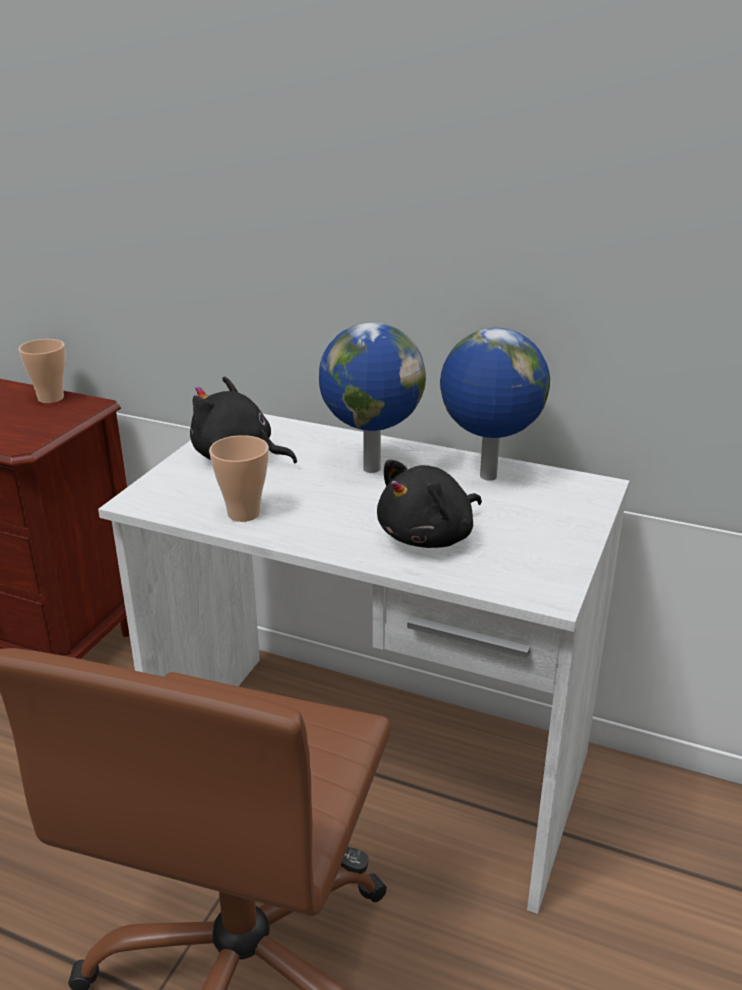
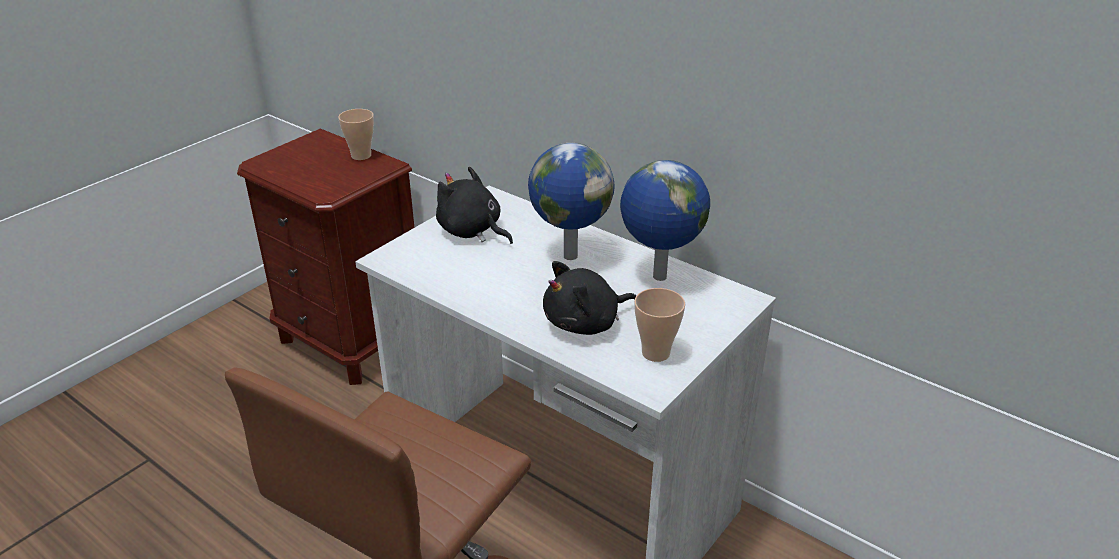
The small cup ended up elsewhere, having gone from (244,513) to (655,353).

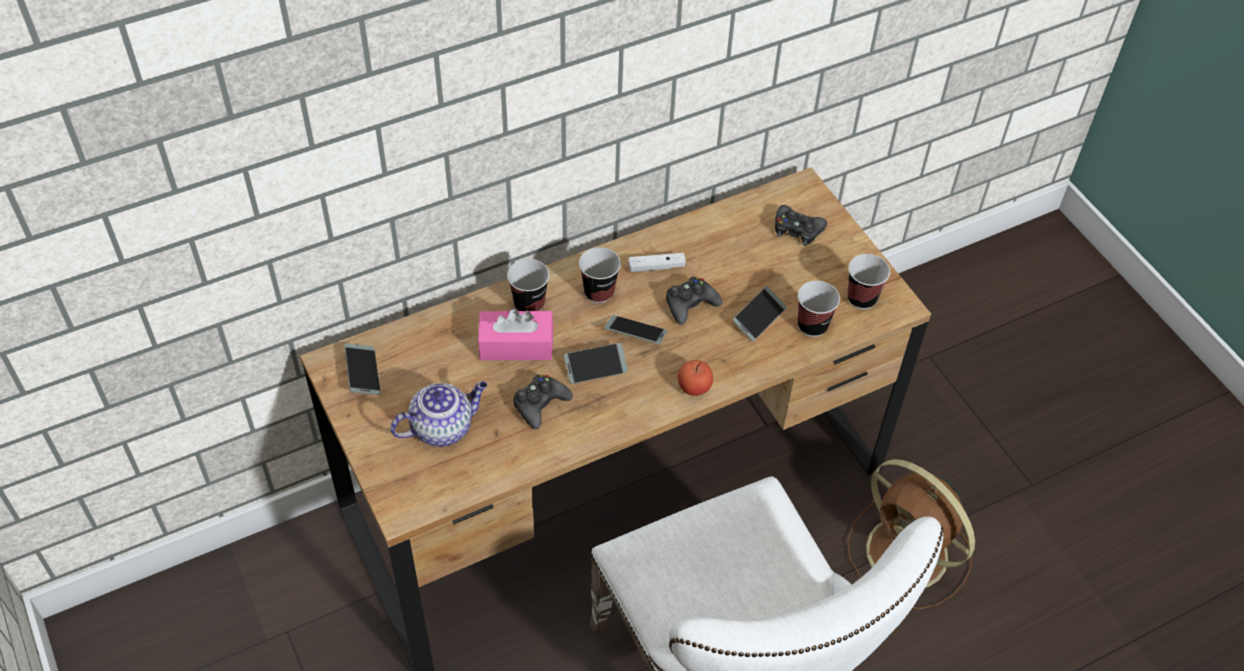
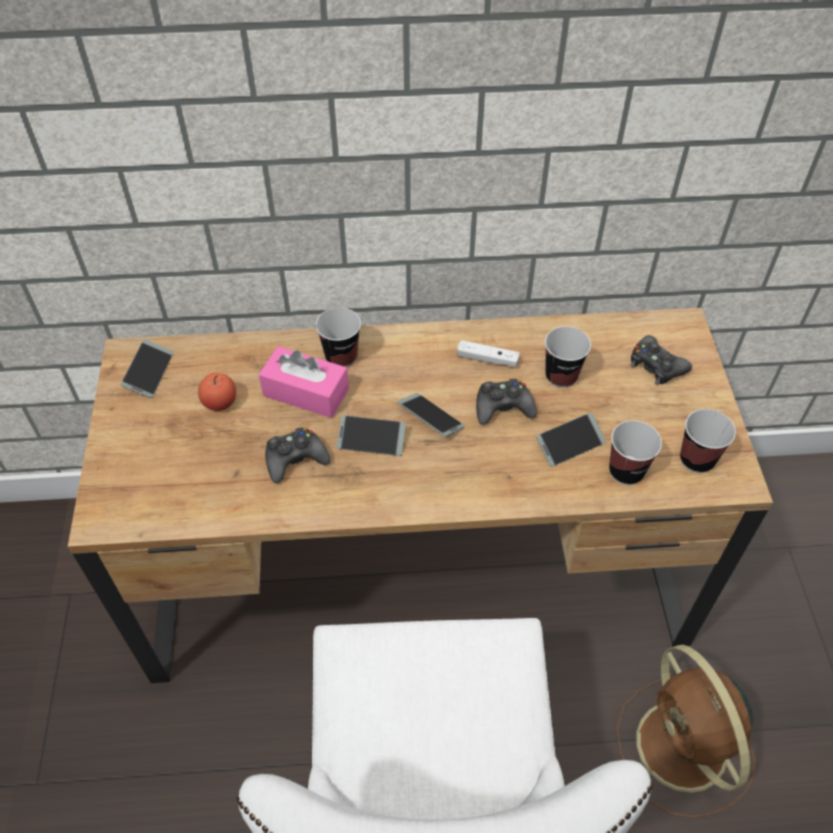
The second view lost the pot for tea at (443,427). The small cup ended up elsewhere, having gone from (599,292) to (561,376). The apple ended up elsewhere, having gone from (694,387) to (220,402).

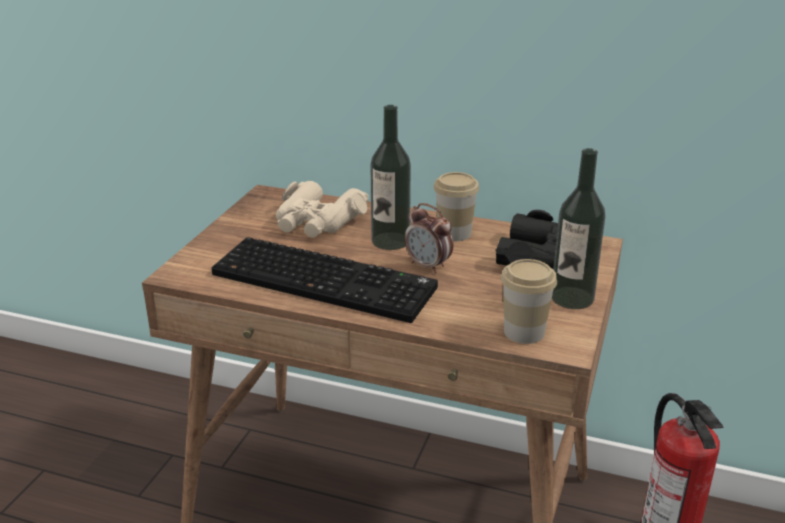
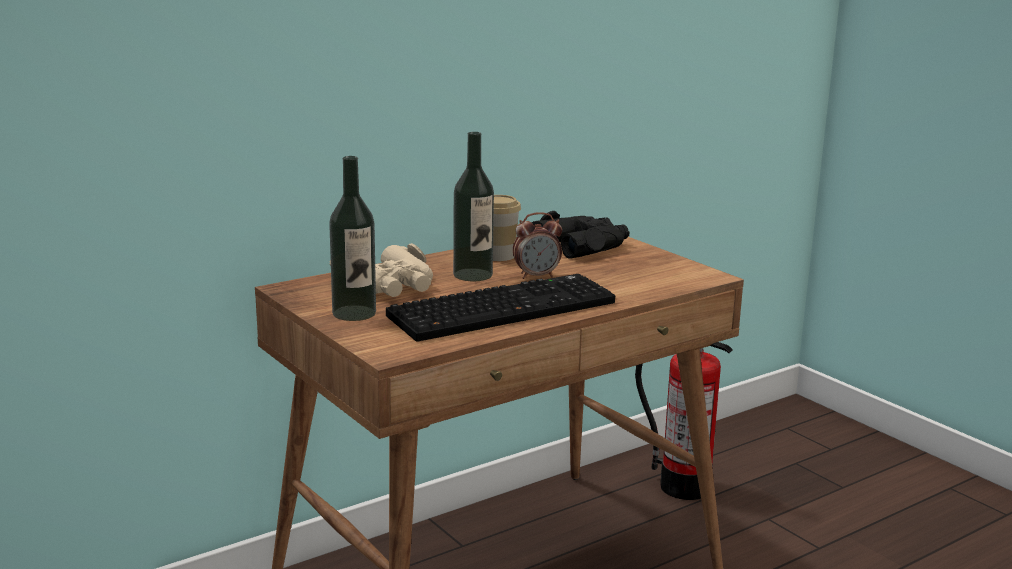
The second view lost the small cup at (524,332). The beverage bottle ended up elsewhere, having gone from (572,298) to (354,313).

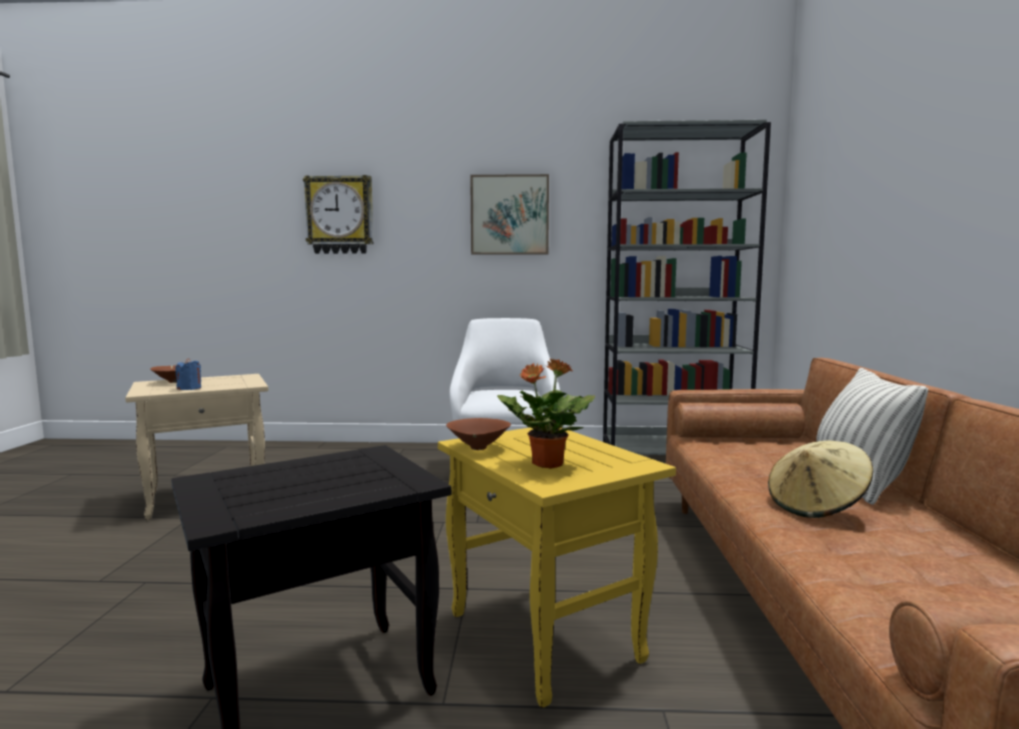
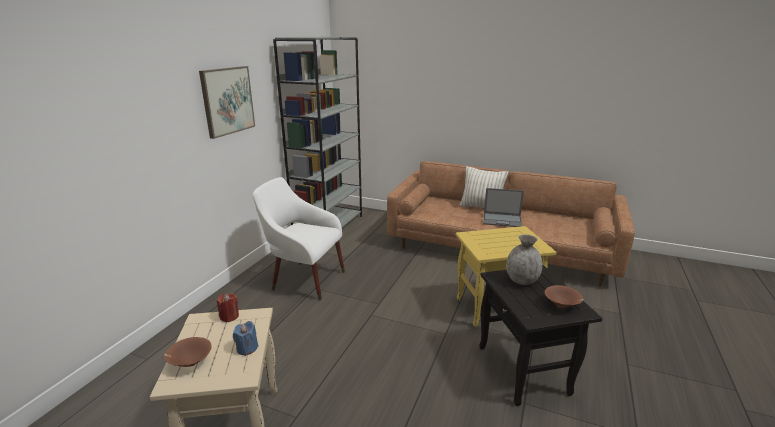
The second view lost the wall clock at (340,215). The second view lost the plant in a pot at (546,464). The second view gained the red-coloured candle at (229,316). The second view gained the gray decorative vase at (521,280). The brown serving bowl ended up elsewhere, having gone from (478,449) to (562,306). Where the sand-coloured clothing hat stood at (816,506), the notebook computer came to stand at (502,220).

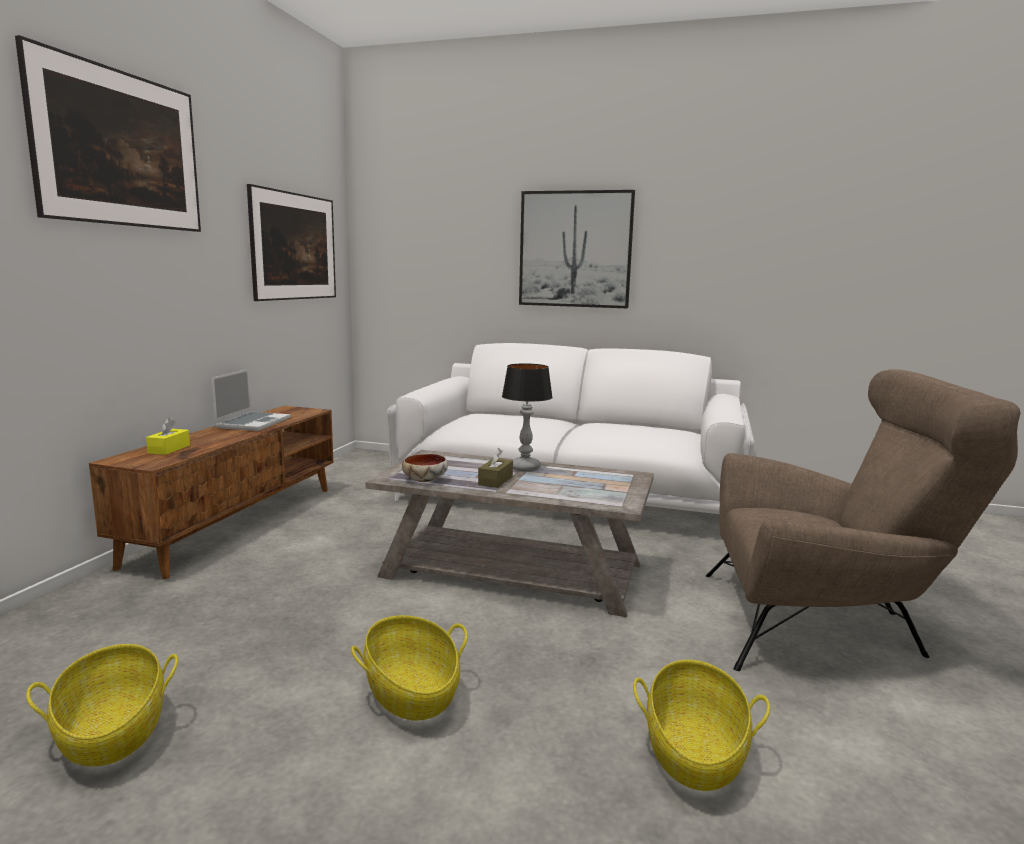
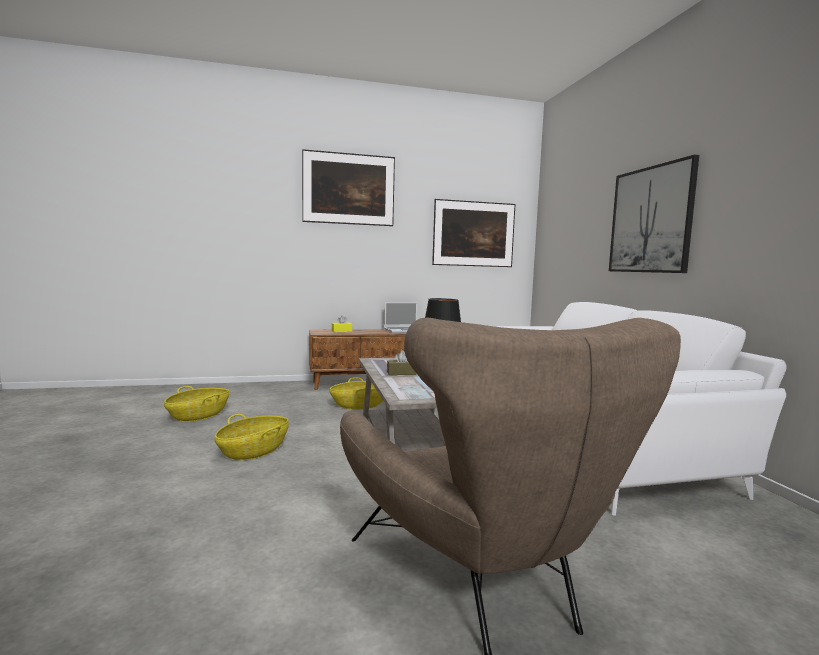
The second view lost the serving bowl at (425,479). The basket ended up elsewhere, having gone from (694,752) to (359,405).

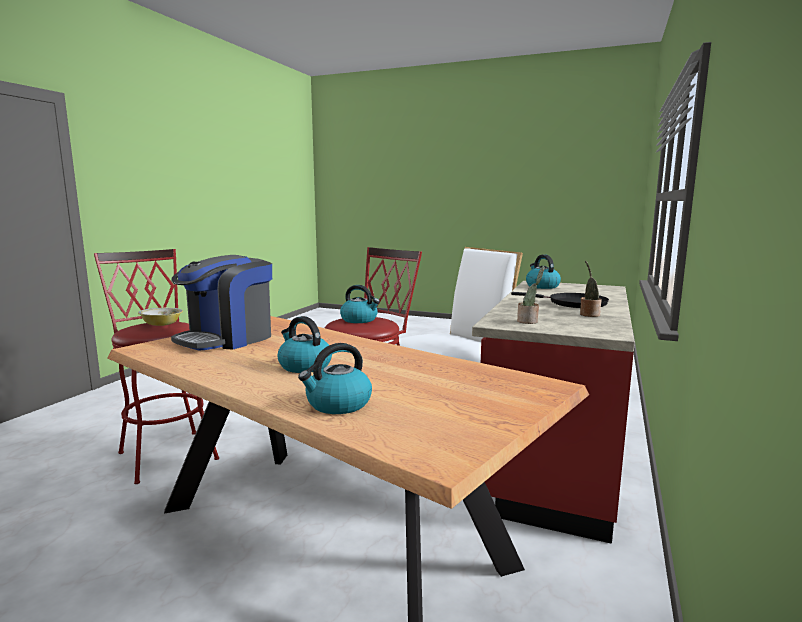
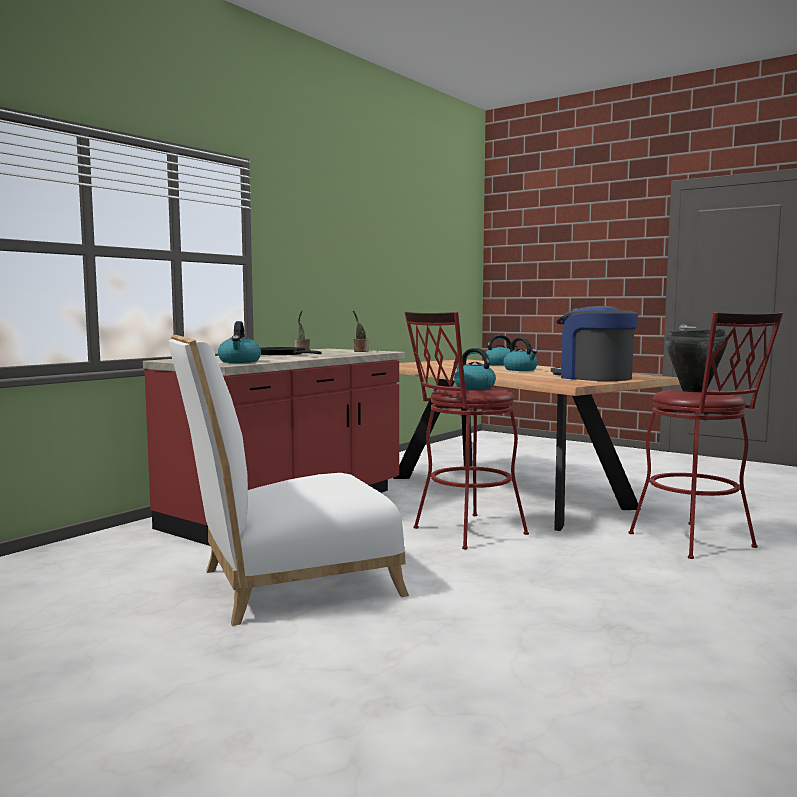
Where the serving bowl stood at (162,324), the black stockpot came to stand at (694,391). The coffee machine at (227,339) ended up facing another way, 90 degrees counterclockwise from before.

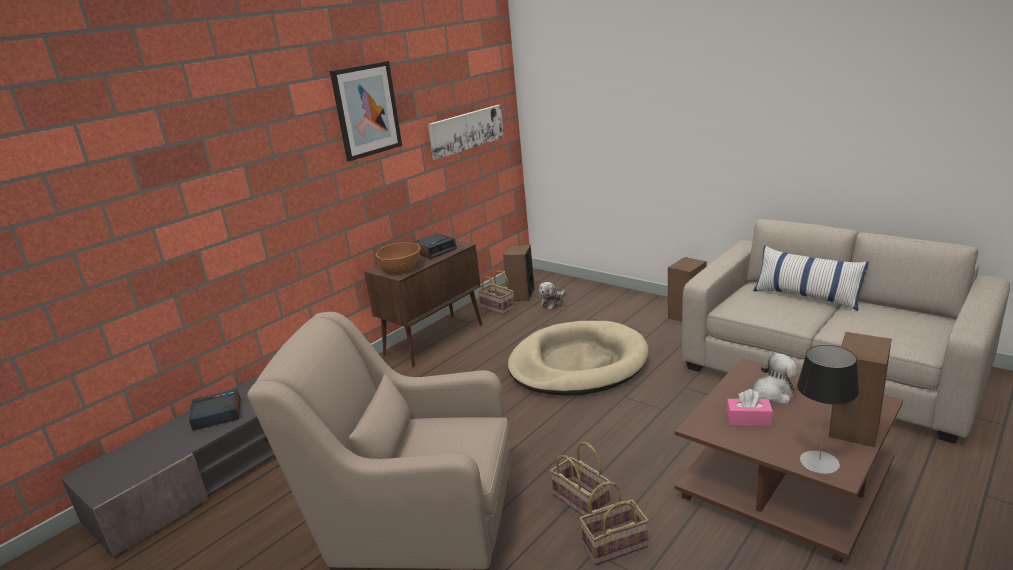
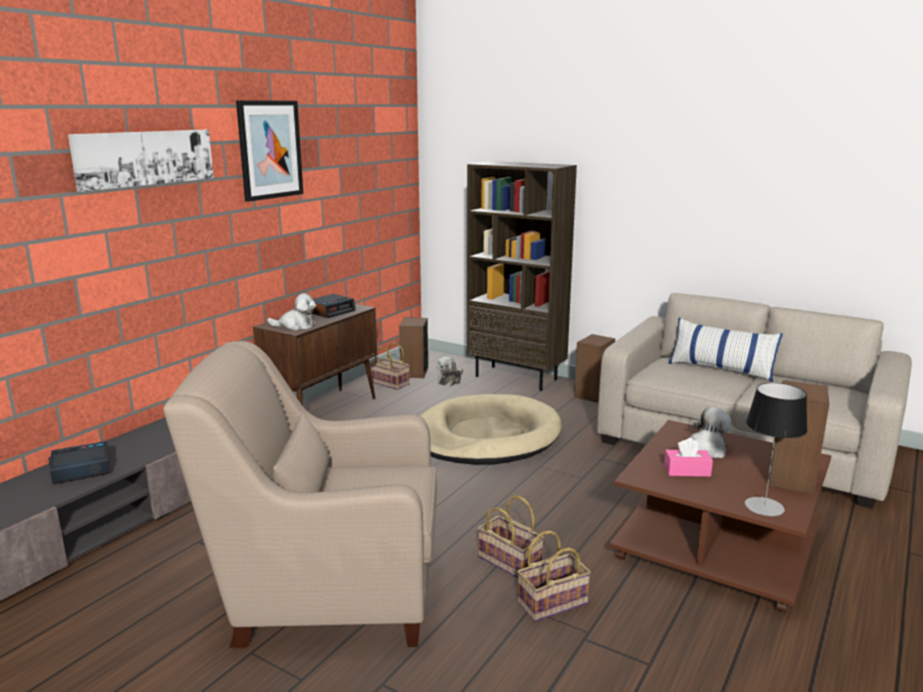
The second view gained the brown bookcase at (517,378). The picture ended up elsewhere, having gone from (466,130) to (145,158). Where the brown serving bowl stood at (401,269), the soft toy came to stand at (296,326).

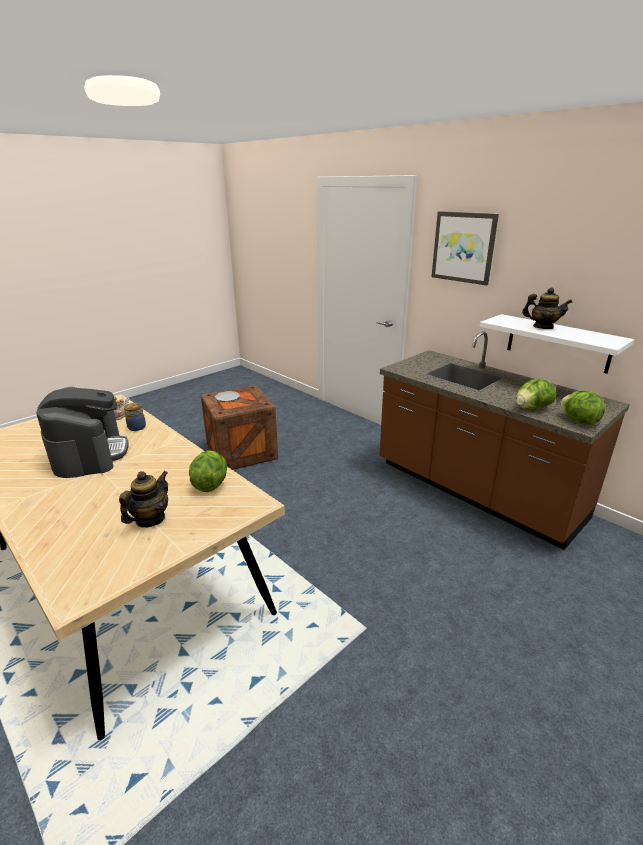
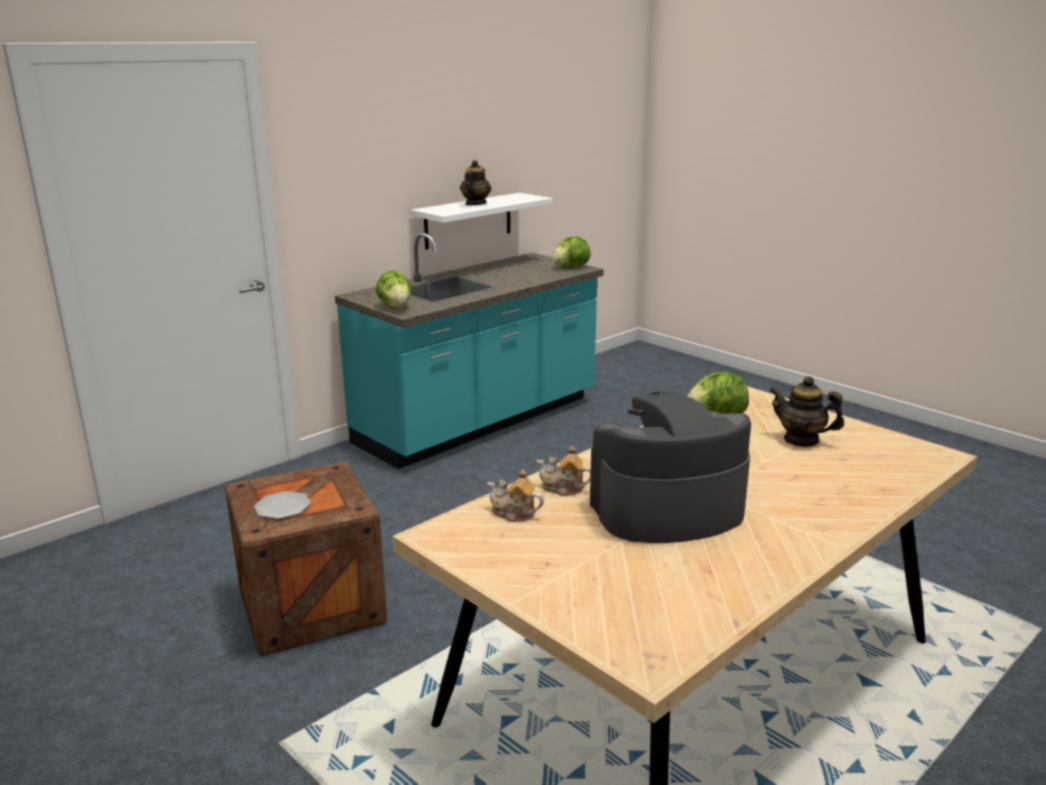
The second view lost the picture at (463,247). The lettuce head ended up elsewhere, having gone from (531,408) to (395,307). Where the storage jar stood at (136,427), the pot for tea came to stand at (563,488). What was the brown counter at (475,491) turned into the blue-green counter at (479,421).

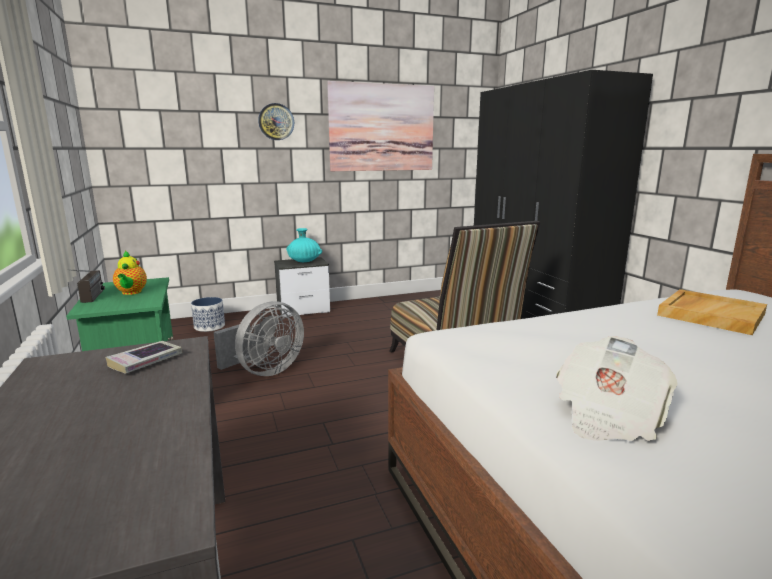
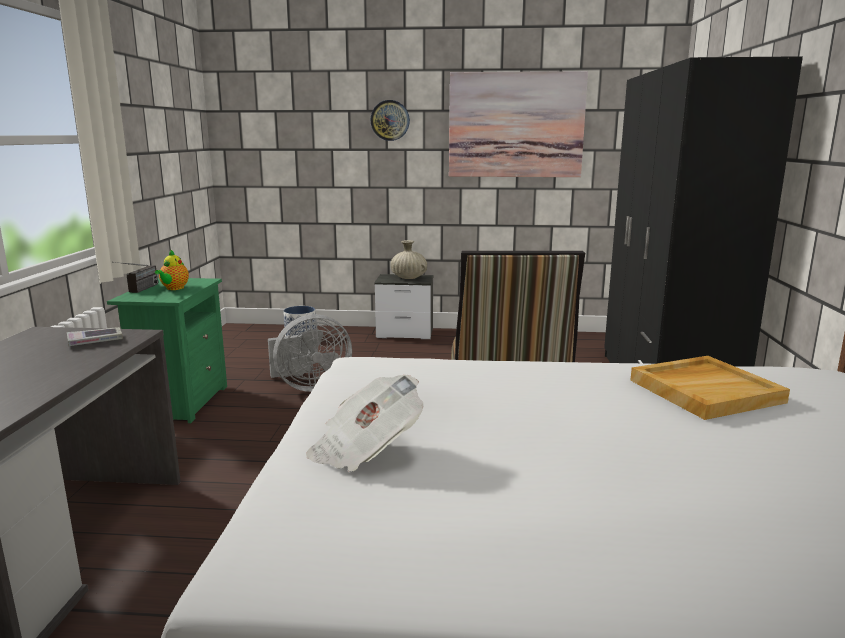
What was the blue-green decorative vase at (304,261) turned into the sand-coloured decorative vase at (408,278).

